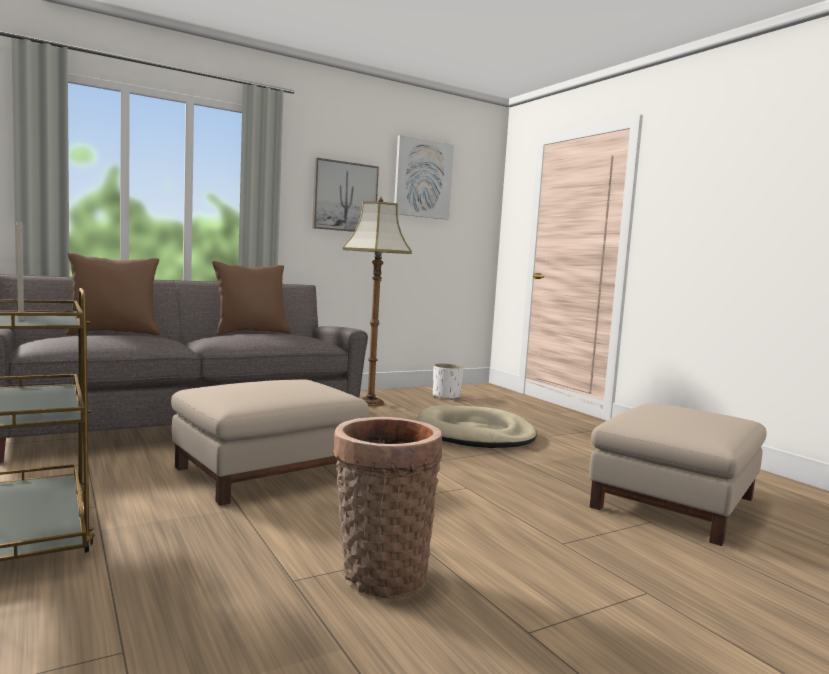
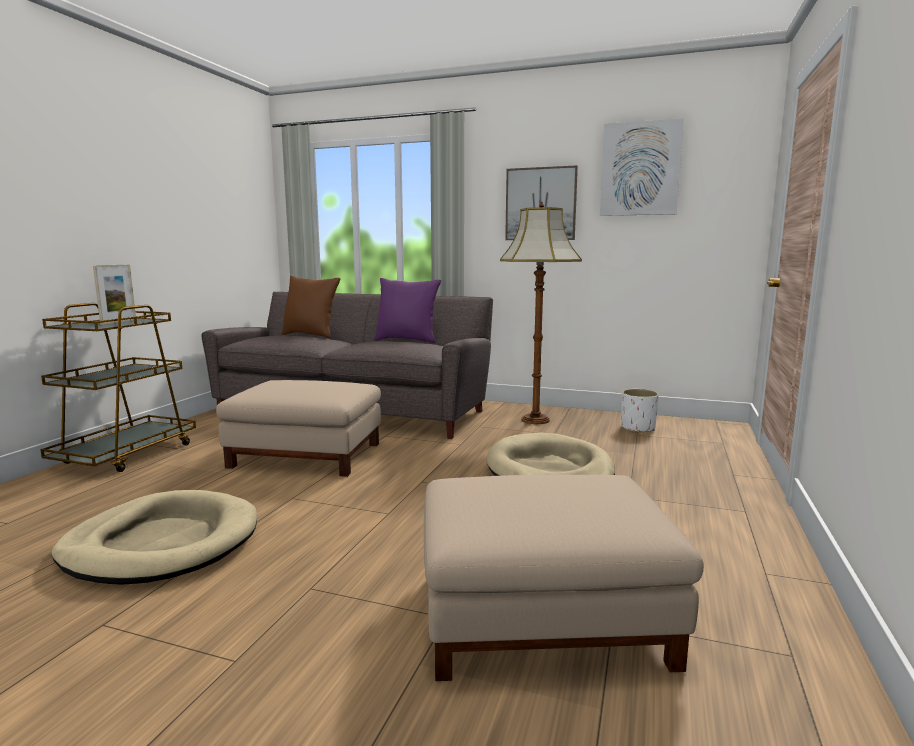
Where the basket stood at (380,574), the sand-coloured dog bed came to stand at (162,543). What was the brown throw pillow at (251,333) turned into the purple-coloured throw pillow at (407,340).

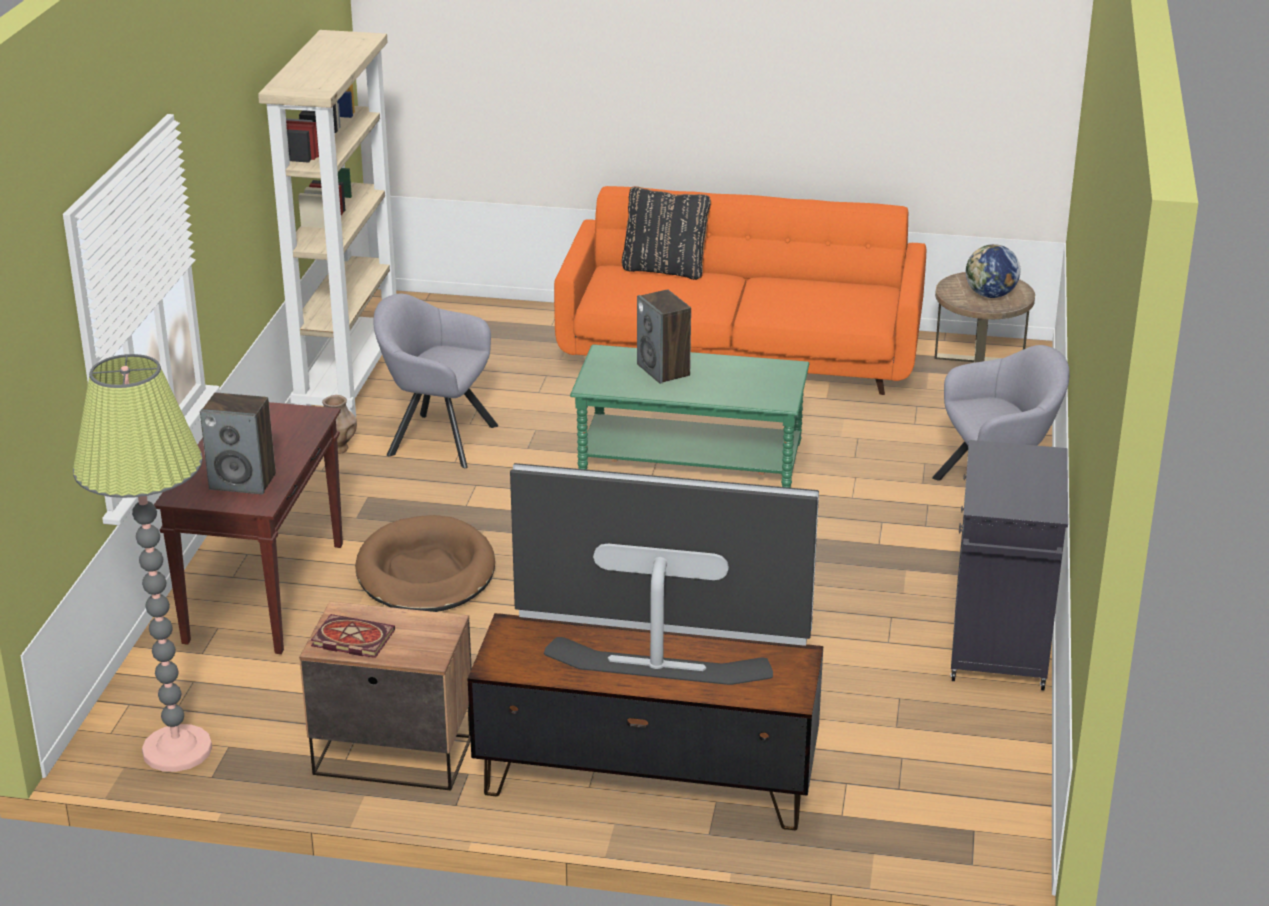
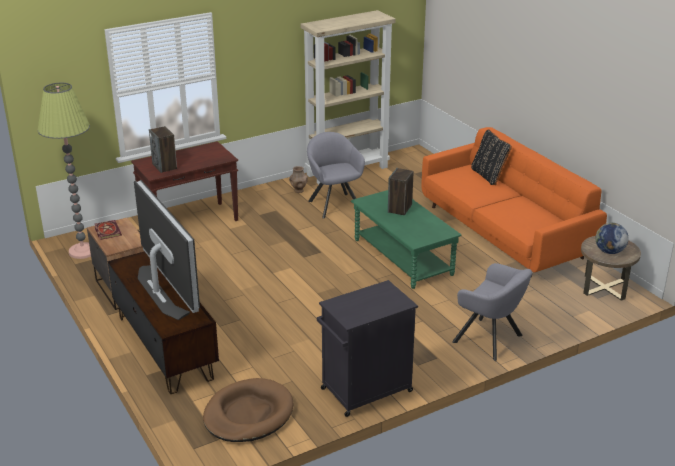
The brown dog bed ended up elsewhere, having gone from (426,572) to (248,414).

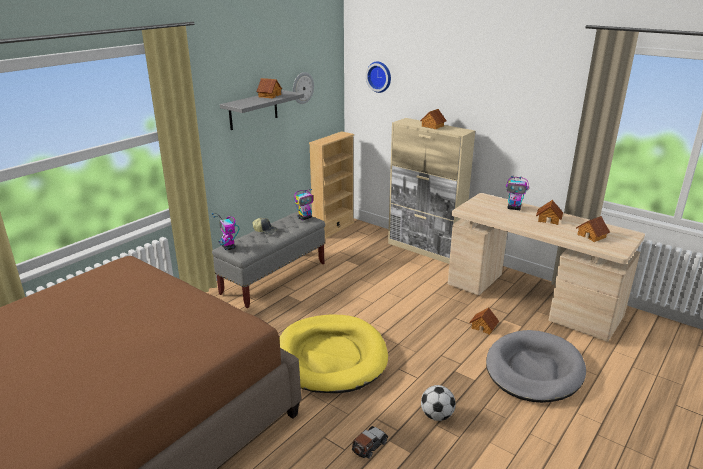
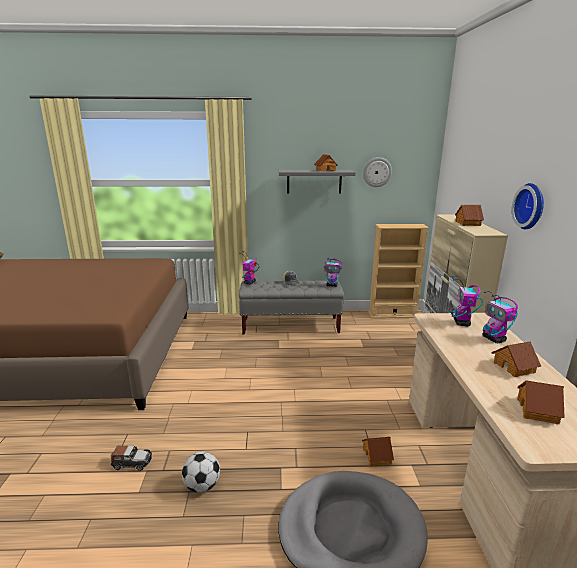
The second view lost the yellow-coloured dog bed at (331,357). The second view gained the robot figure at (461,323). The wall clock ended up elsewhere, having gone from (379,76) to (531,206).

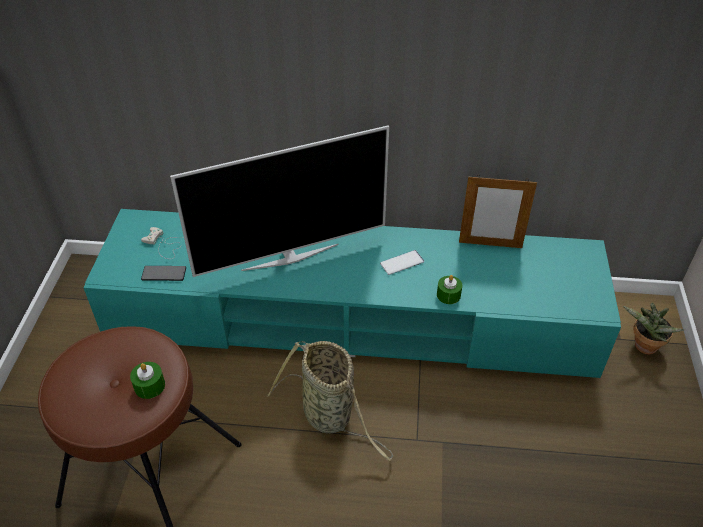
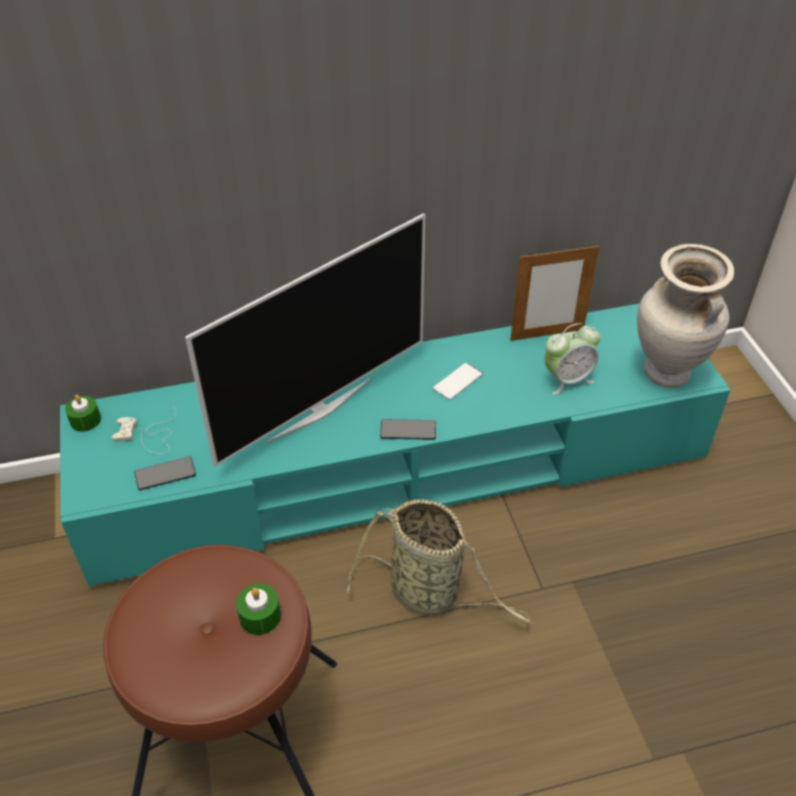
The second view lost the plant in a pot at (643,347). The second view gained the phone at (408,430). The second view gained the bedside clock at (567,379). The second view gained the sand-coloured decorative vase at (665,374). The green candle ended up elsewhere, having gone from (448,295) to (85,420).

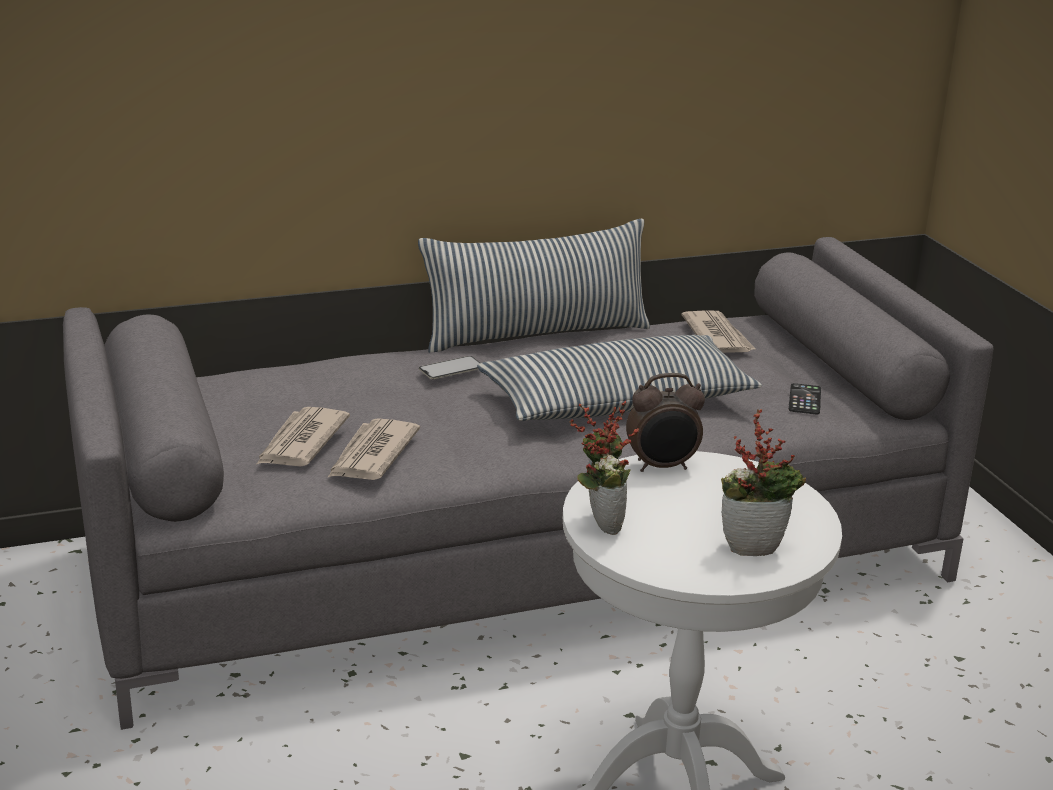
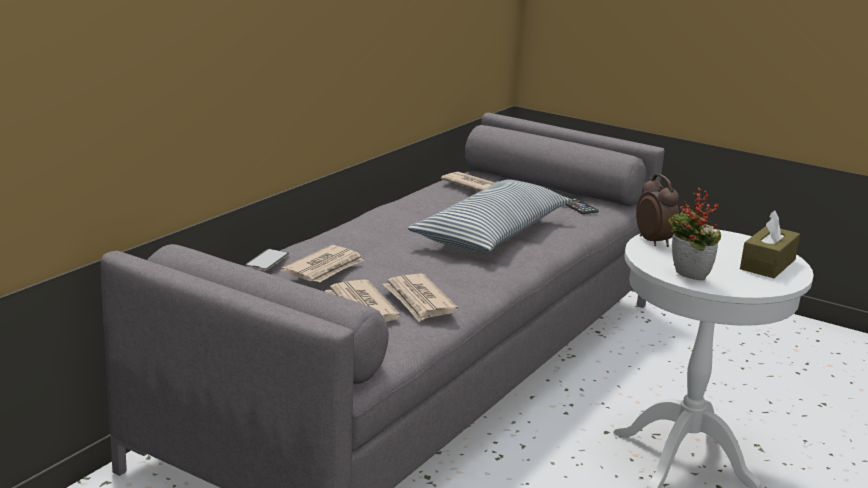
The second view lost the throw pillow at (536,334). The second view gained the printed paper at (325,268). The phone ended up elsewhere, having gone from (451,368) to (267,260). Where the plant in a pot stood at (754,546), the brown tissue box came to stand at (767,264). The bedside clock at (662,467) ended up facing another way, 60 degrees counterclockwise from before.

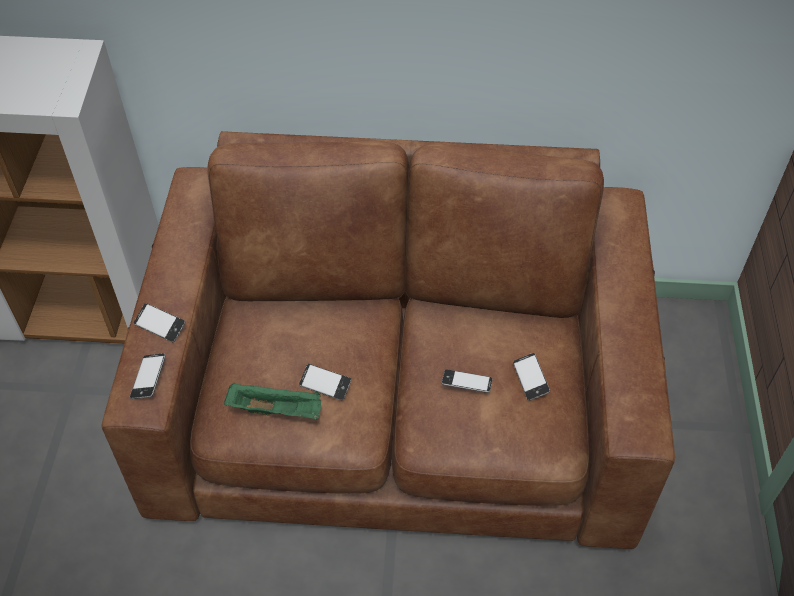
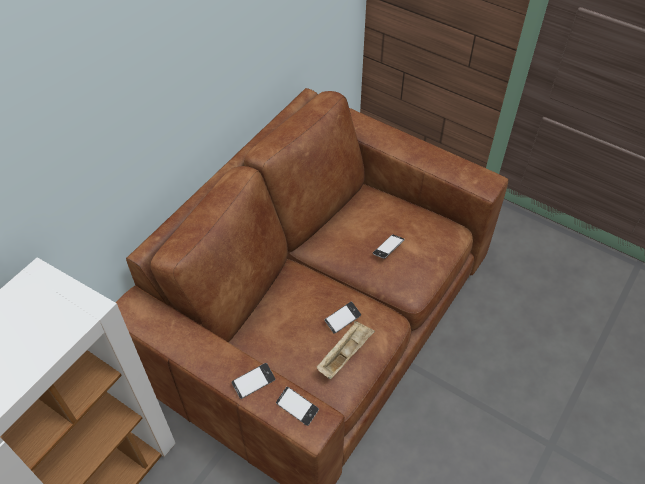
The second view lost the phone at (530,379). What was the green carrying tray at (277,410) turned into the sand-coloured carrying tray at (345,354).

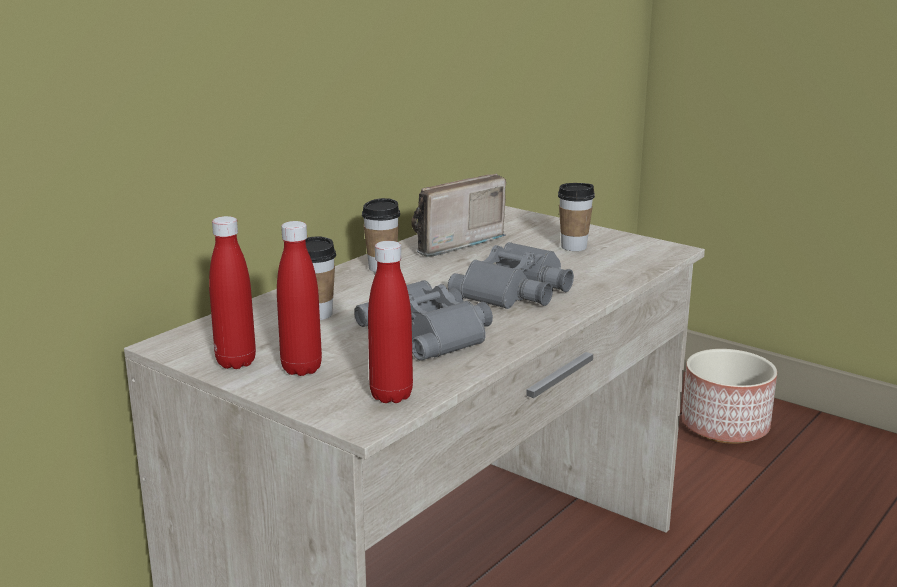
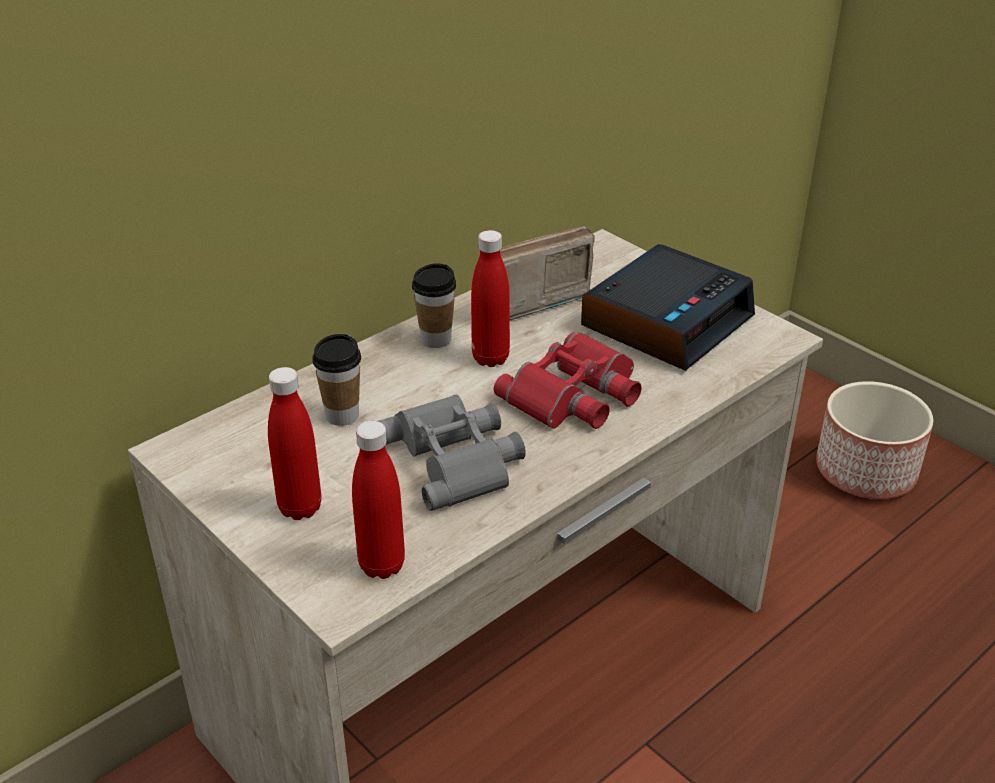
The red-coloured beverage bottle ended up elsewhere, having gone from (236,362) to (490,358). Where the small cup stood at (573,247), the bedside clock came to stand at (666,321). What was the gray pair of binoculars at (517,290) turned into the red-coloured pair of binoculars at (575,395).

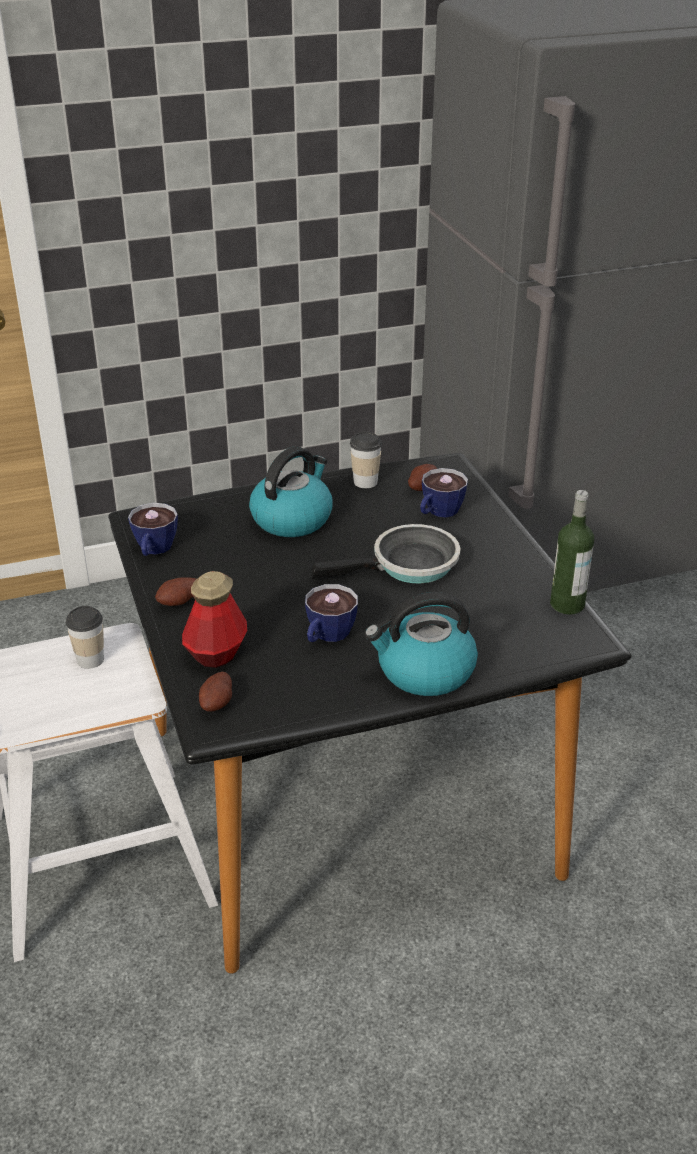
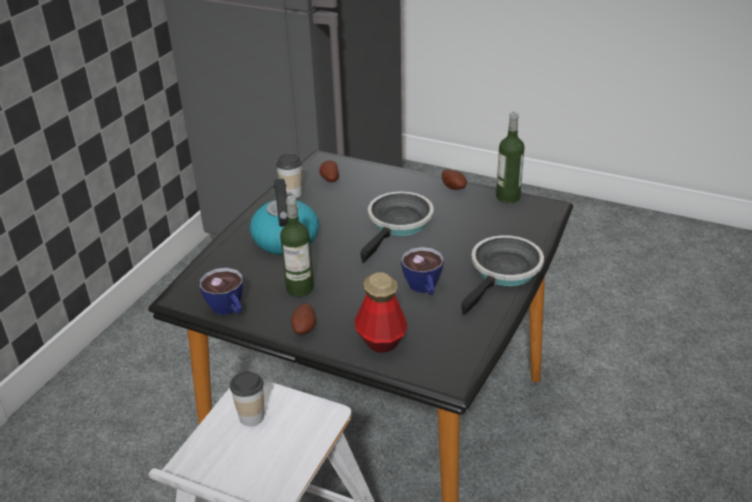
The second view lost the small cup at (438,513). The second view gained the beverage bottle at (300,288). The spud ended up elsewhere, having gone from (218,704) to (454,187). Where the water kettle stood at (424,672), the pan came to stand at (504,273).

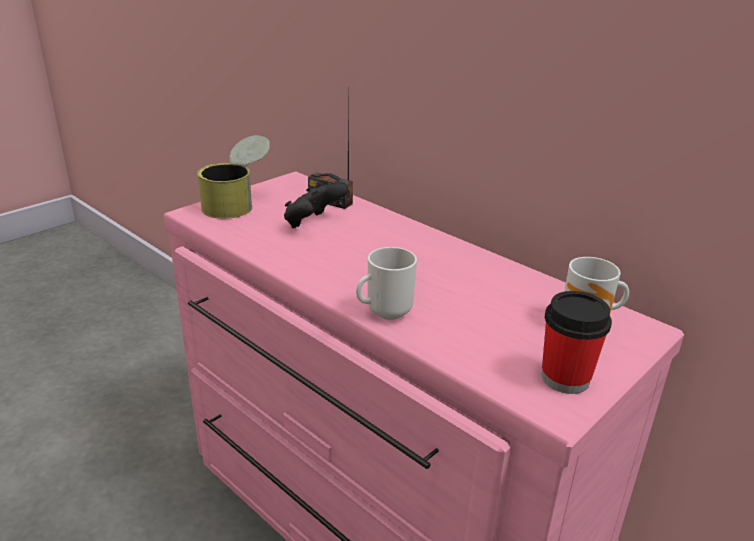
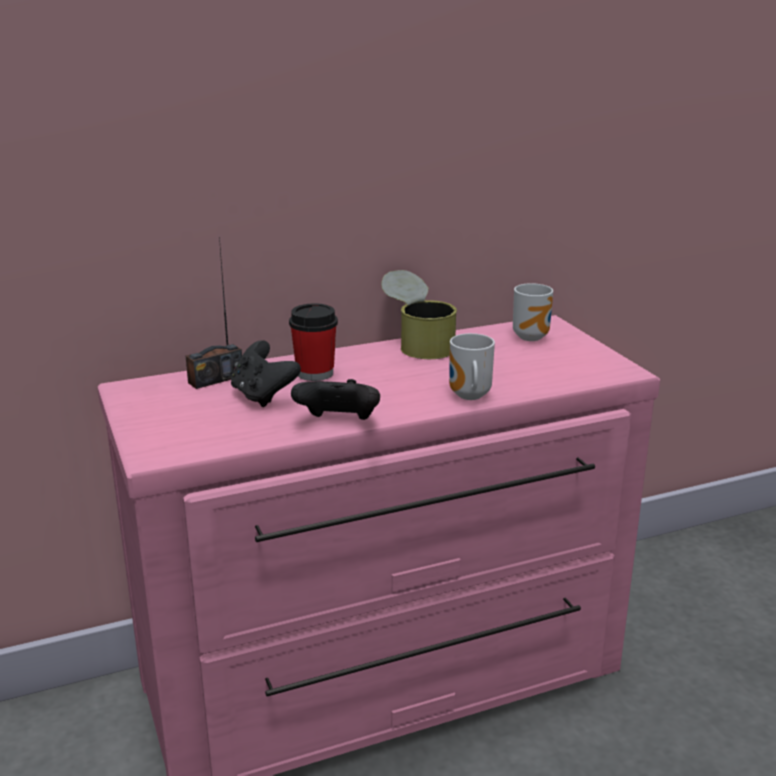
The second view gained the black joypad at (338,423). The metal can ended up elsewhere, having gone from (238,203) to (418,343). The small cup ended up elsewhere, having gone from (565,378) to (315,373).

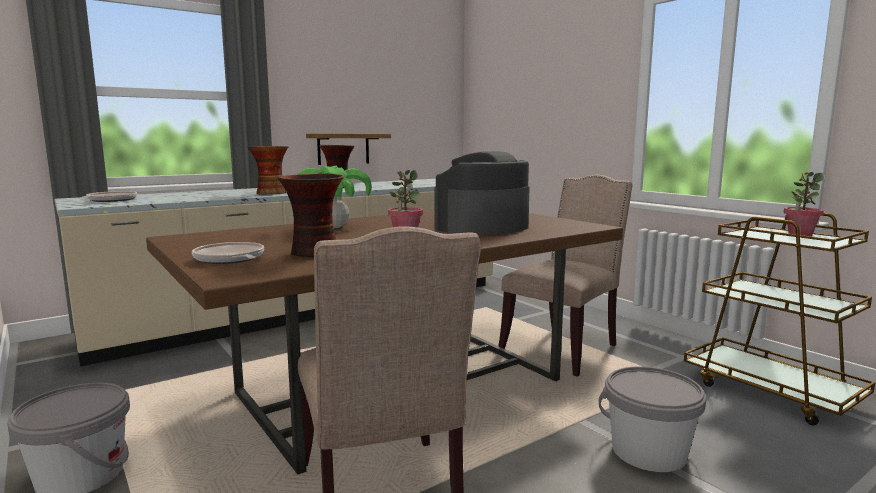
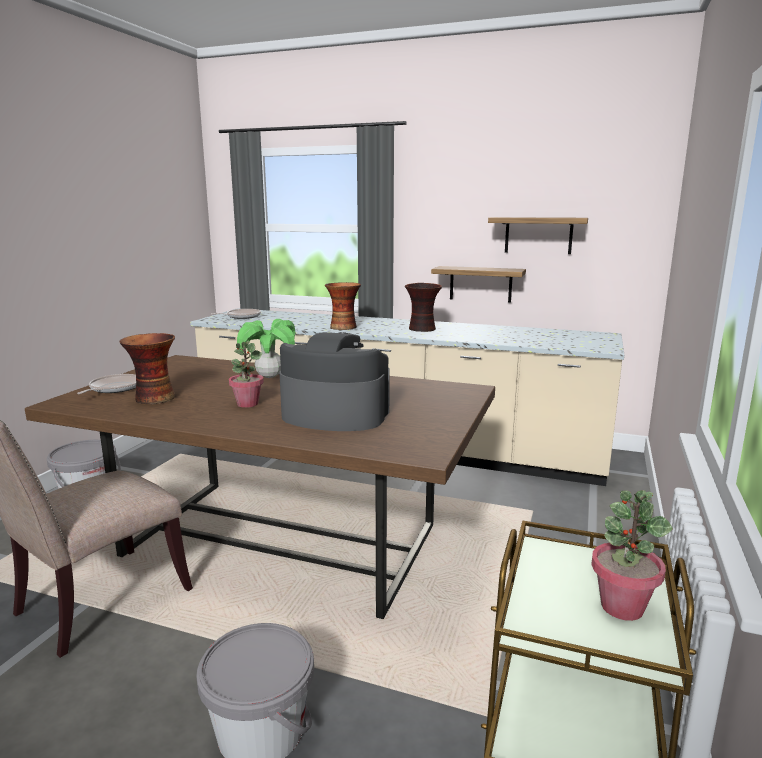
The second view lost the sand-coloured chair at (563,348). The second view gained the bracket shelf at (538,235).

